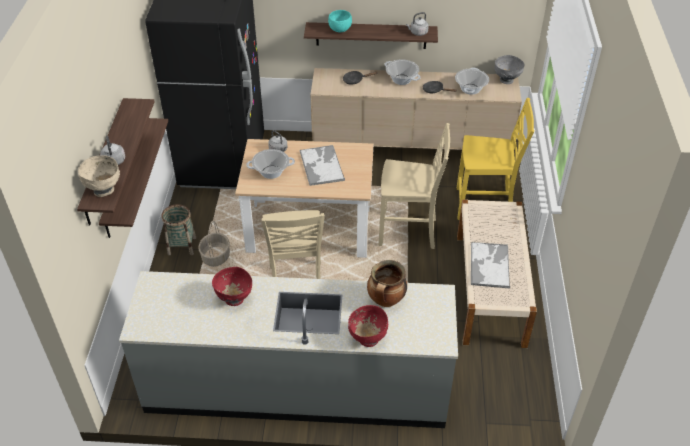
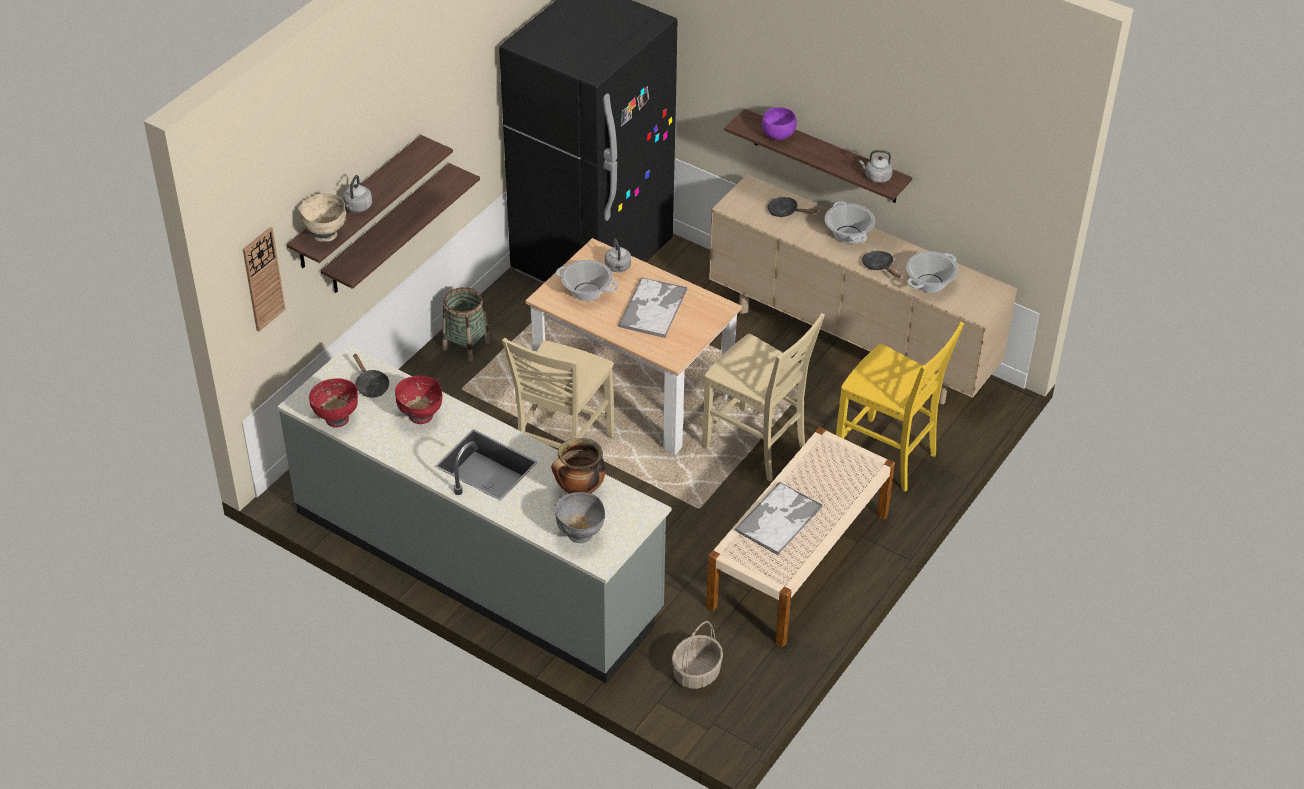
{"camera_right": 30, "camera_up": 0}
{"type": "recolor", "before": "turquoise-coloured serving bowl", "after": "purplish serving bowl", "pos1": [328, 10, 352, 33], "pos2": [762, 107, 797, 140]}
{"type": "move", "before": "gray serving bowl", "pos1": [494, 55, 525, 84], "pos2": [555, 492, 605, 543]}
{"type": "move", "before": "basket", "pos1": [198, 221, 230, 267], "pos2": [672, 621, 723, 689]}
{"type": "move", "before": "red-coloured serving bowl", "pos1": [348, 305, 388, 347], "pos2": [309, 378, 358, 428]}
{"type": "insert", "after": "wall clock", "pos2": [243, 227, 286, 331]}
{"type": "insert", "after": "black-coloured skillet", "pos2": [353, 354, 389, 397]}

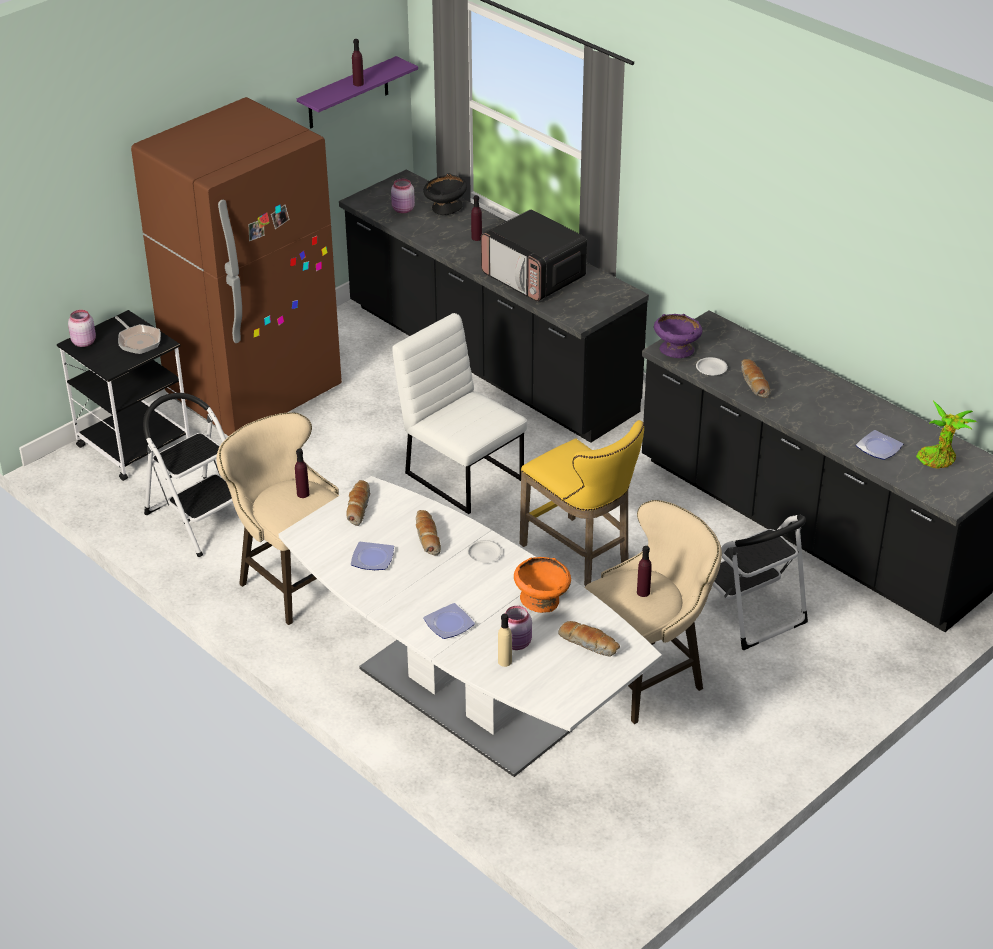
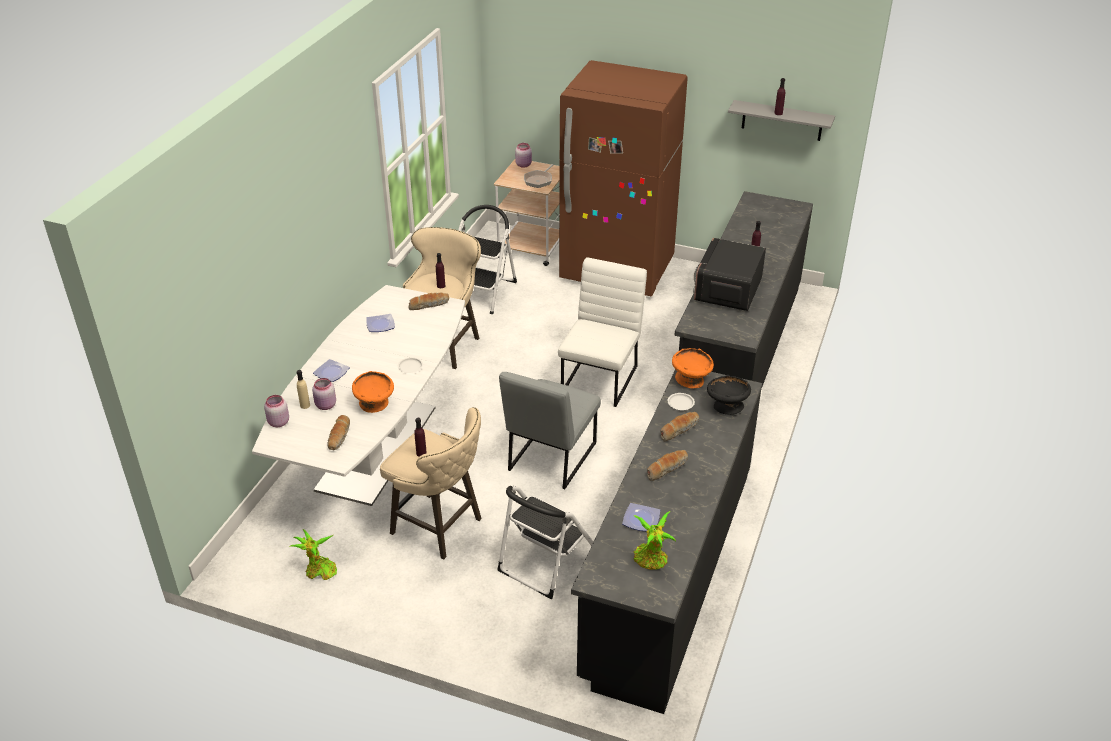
{"camera_right": 65, "camera_up": 0}
{"type": "recolor", "before": "purplish wall shelf", "after": "gray wall shelf", "pos1": [297, 56, 418, 128], "pos2": [728, 100, 835, 141]}
{"type": "move", "before": "black-coloured serving bowl", "pos1": [424, 173, 467, 215], "pos2": [707, 375, 751, 415]}
{"type": "move", "before": "pinkish storage jar", "pos1": [391, 179, 415, 213], "pos2": [264, 395, 289, 427]}
{"type": "recolor", "before": "black-coloured trolley", "after": "sand-coloured trolley", "pos1": [57, 310, 190, 481], "pos2": [494, 159, 560, 266]}
{"type": "recolor", "before": "purplish serving bowl", "after": "orange-coloured serving bowl", "pos1": [654, 314, 703, 358], "pos2": [672, 348, 714, 388]}
{"type": "replace", "before": "yellow-coloured stool seat", "after": "gray upright chair", "pos1": [520, 420, 644, 586], "pos2": [499, 372, 601, 489]}
{"type": "move", "before": "bakery bread", "pos1": [416, 510, 441, 556], "pos2": [647, 450, 688, 481]}
{"type": "insert", "after": "potted plant", "pos2": [289, 529, 337, 580]}

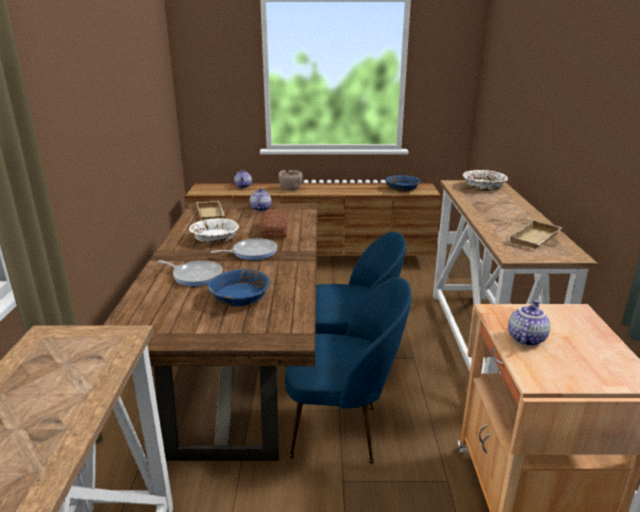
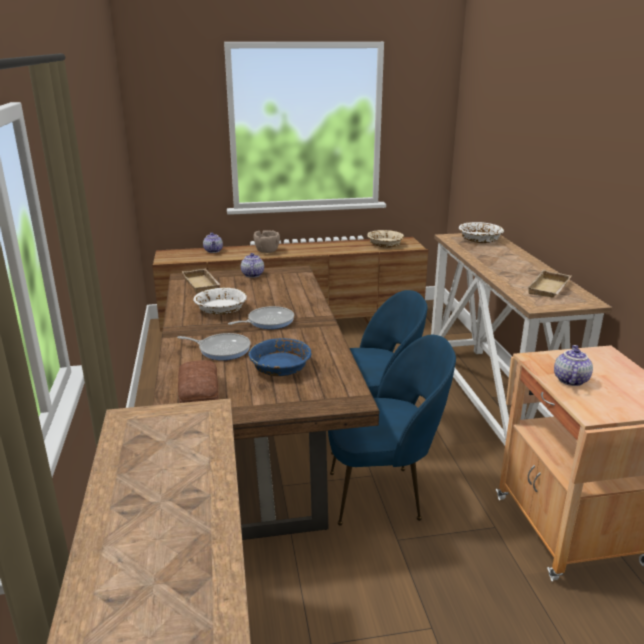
{"camera_right": -10, "camera_up": 0}
{"type": "recolor", "before": "bluish serving bowl", "after": "sand-coloured serving bowl", "pos1": [385, 175, 420, 192], "pos2": [367, 230, 404, 248]}
{"type": "move", "before": "bakery bread", "pos1": [260, 210, 289, 238], "pos2": [178, 360, 219, 403]}

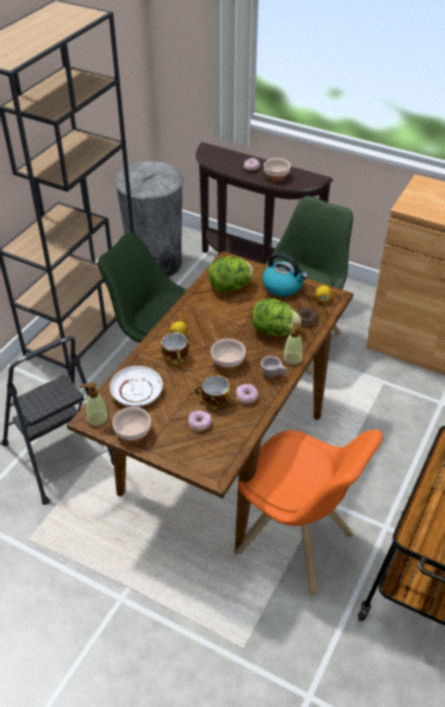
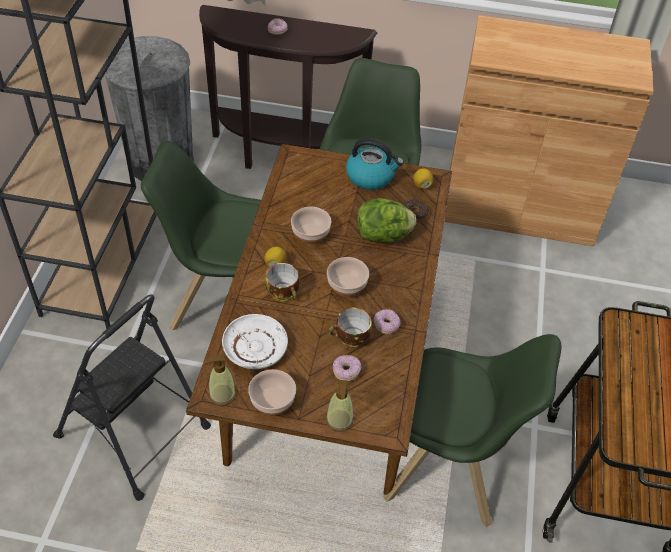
{"camera_right": -20, "camera_up": 5}
{"type": "move", "before": "serving bowl", "pos1": [264, 158, 291, 181], "pos2": [291, 207, 331, 244]}
{"type": "delete", "before": "lettuce head", "pos1": [208, 257, 254, 292]}
{"type": "move", "before": "soap bottle", "pos1": [283, 322, 303, 366], "pos2": [326, 380, 354, 432]}
{"type": "delete", "before": "sand-coloured small cup", "pos1": [261, 356, 287, 378]}
{"type": "recolor", "before": "orange-coloured upright chair", "after": "green-coloured upright chair", "pos1": [234, 429, 383, 596], "pos2": [383, 334, 561, 527]}

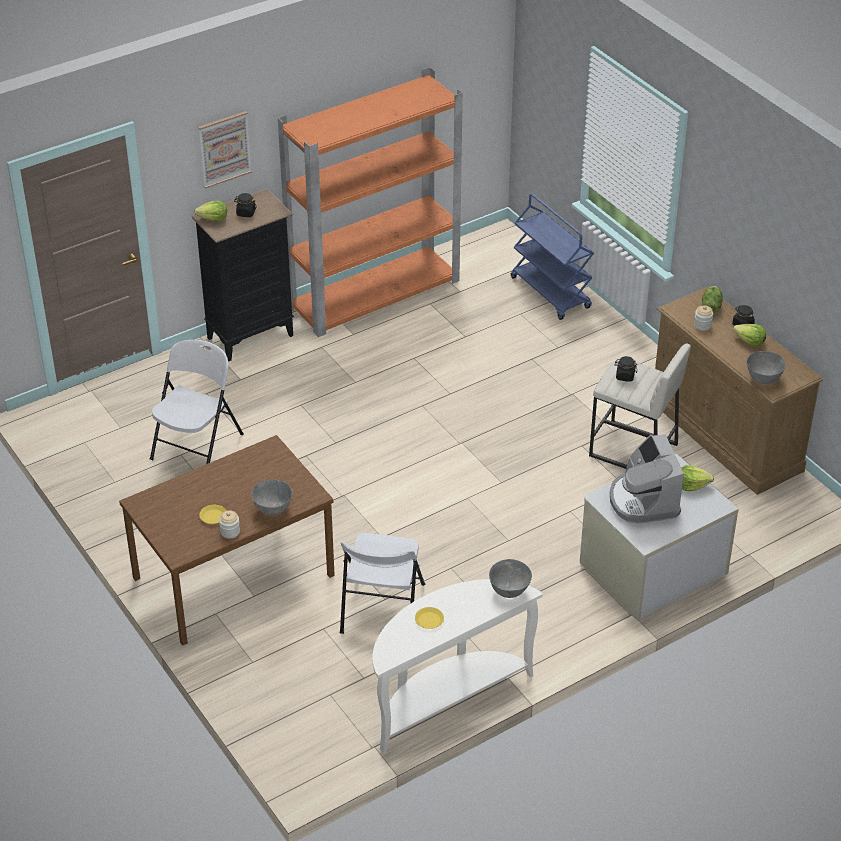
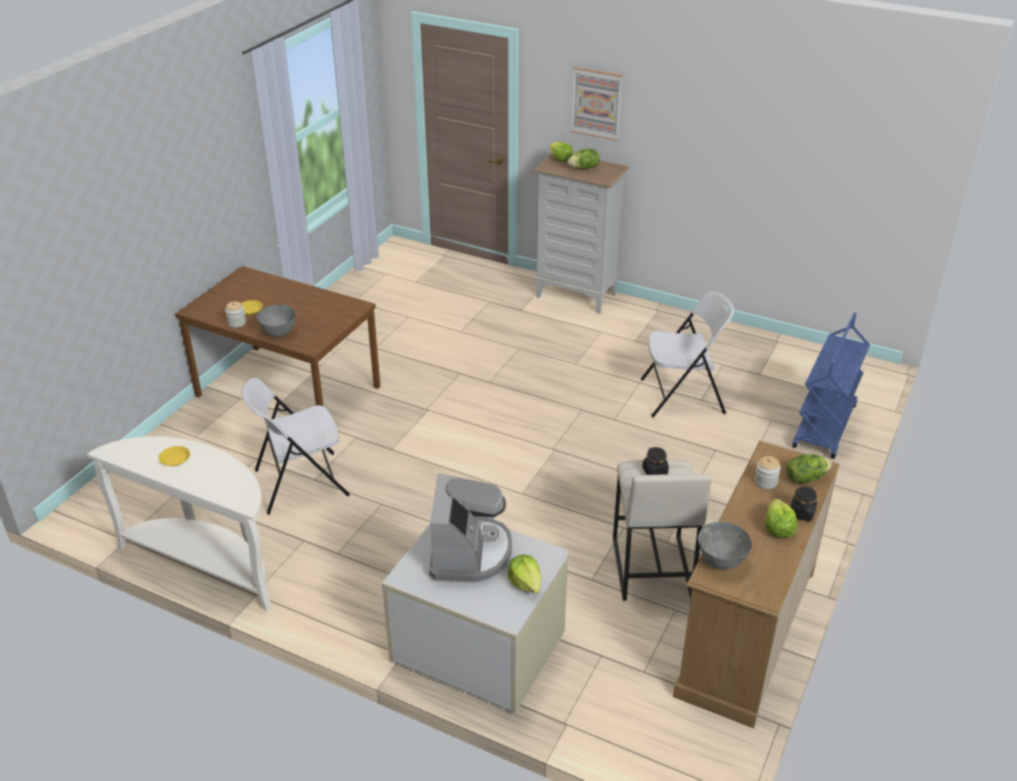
{"camera_right": 60, "camera_up": -5}
{"type": "delete", "before": "orange-coloured shelving unit", "pos1": [278, 67, 463, 337]}
{"type": "recolor", "before": "black-coloured drawer chest", "after": "whitish drawer chest", "pos1": [192, 189, 295, 362], "pos2": [533, 154, 629, 314]}
{"type": "replace", "before": "black-coloured storage jar", "after": "lettuce head", "pos1": [234, 193, 257, 217], "pos2": [568, 149, 600, 169]}
{"type": "move", "before": "whitish upright chair", "pos1": [150, 340, 244, 464], "pos2": [641, 291, 734, 418]}
{"type": "rotate", "before": "coffee brewer", "pos1": [610, 434, 684, 524], "pos2": [429, 473, 512, 583], "turn": 135}
{"type": "delete", "before": "gray serving bowl", "pos1": [489, 559, 532, 598]}

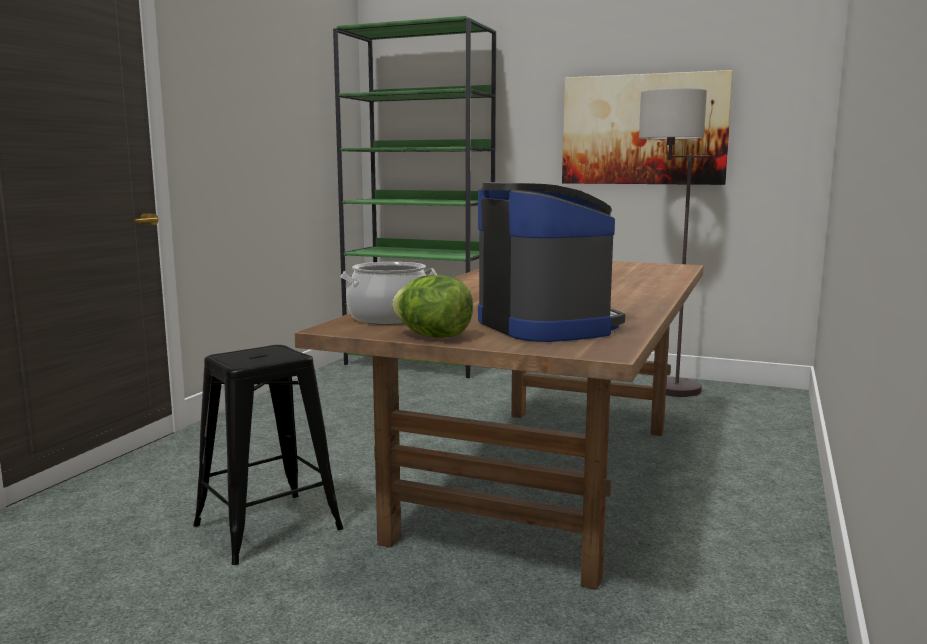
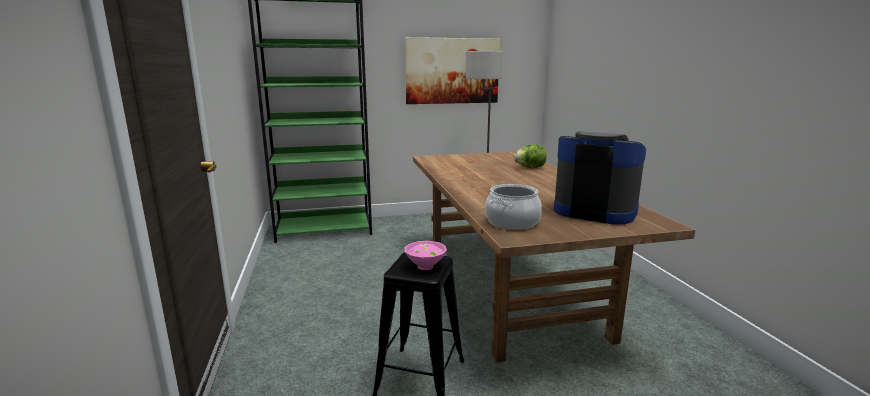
{"camera_right": -35, "camera_up": 5}
{"type": "move", "before": "lettuce head", "pos1": [392, 275, 473, 338], "pos2": [514, 144, 547, 168]}
{"type": "insert", "after": "pinkish serving bowl", "pos2": [404, 241, 447, 270]}

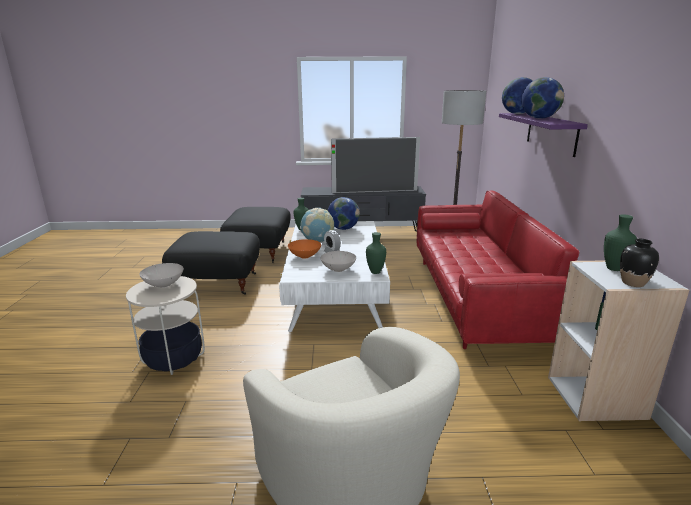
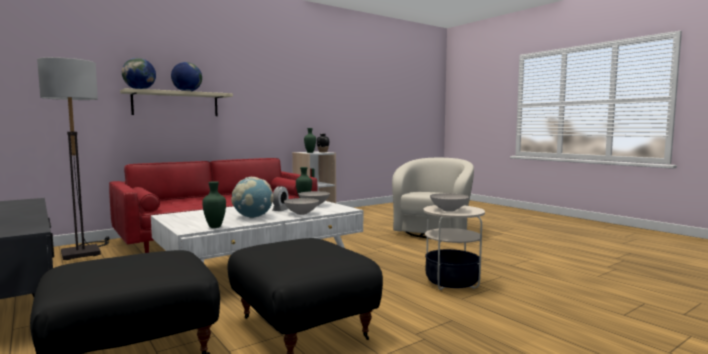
{"camera_right": -125, "camera_up": -15}
{"type": "recolor", "before": "purplish wall shelf", "after": "sand-coloured wall shelf", "pos1": [499, 113, 588, 157], "pos2": [120, 88, 233, 116]}
{"type": "delete", "before": "TV set", "pos1": [331, 137, 420, 193]}
{"type": "delete", "before": "globe", "pos1": [328, 197, 360, 230]}
{"type": "recolor", "before": "orange-coloured serving bowl", "after": "whitish serving bowl", "pos1": [288, 239, 321, 259], "pos2": [284, 198, 319, 215]}

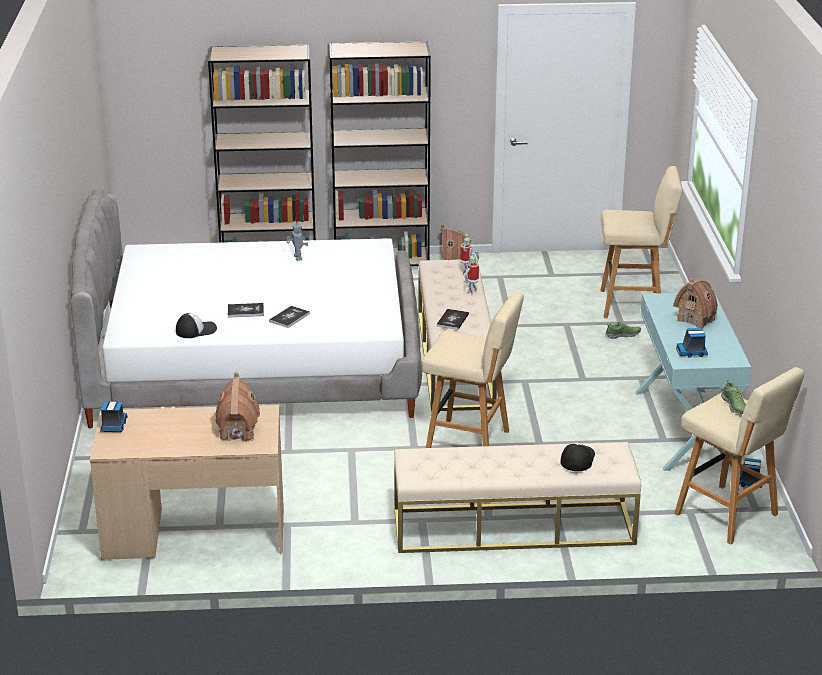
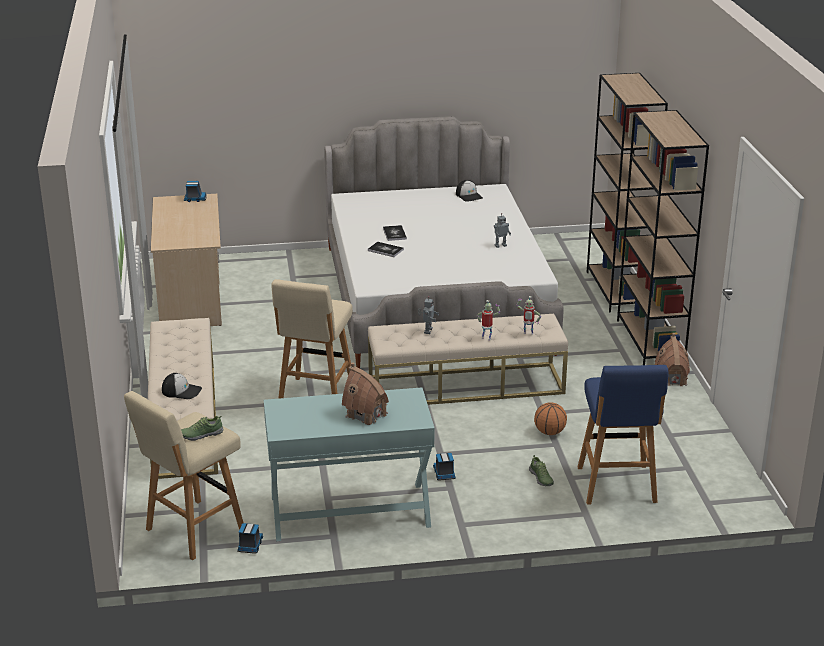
{"camera_right": 85, "camera_up": 0}
{"type": "recolor", "before": "sand-coloured stool seat", "after": "bluish stool seat", "pos1": [601, 166, 683, 318], "pos2": [578, 365, 669, 505]}
{"type": "replace", "before": "bound book", "after": "model robot", "pos1": [437, 309, 469, 330], "pos2": [418, 296, 439, 334]}
{"type": "move", "before": "baseball cap", "pos1": [176, 313, 217, 338], "pos2": [456, 180, 483, 201]}
{"type": "move", "before": "toy truck", "pos1": [676, 328, 708, 358], "pos2": [433, 453, 456, 480]}
{"type": "delete", "before": "toy house", "pos1": [215, 372, 260, 442]}
{"type": "insert", "after": "ball for basketball", "pos2": [534, 402, 567, 435]}

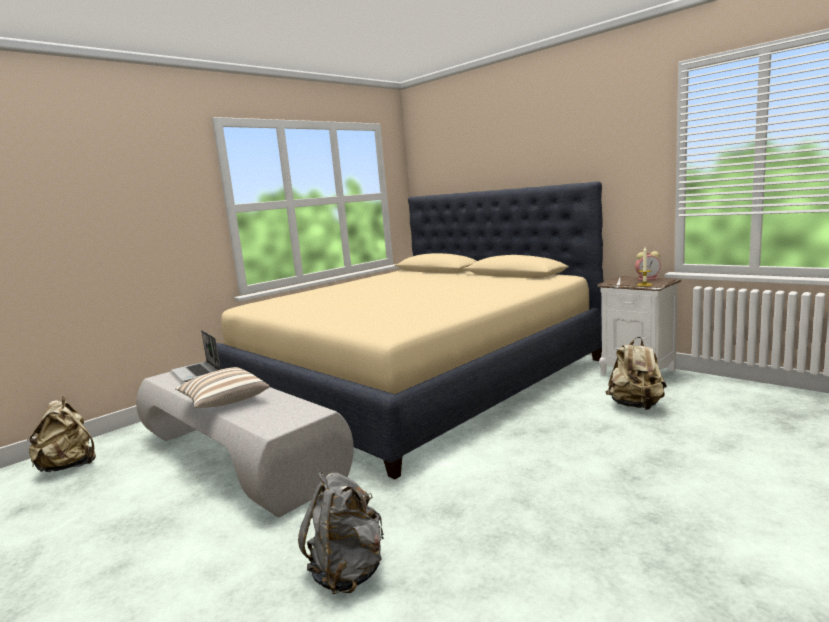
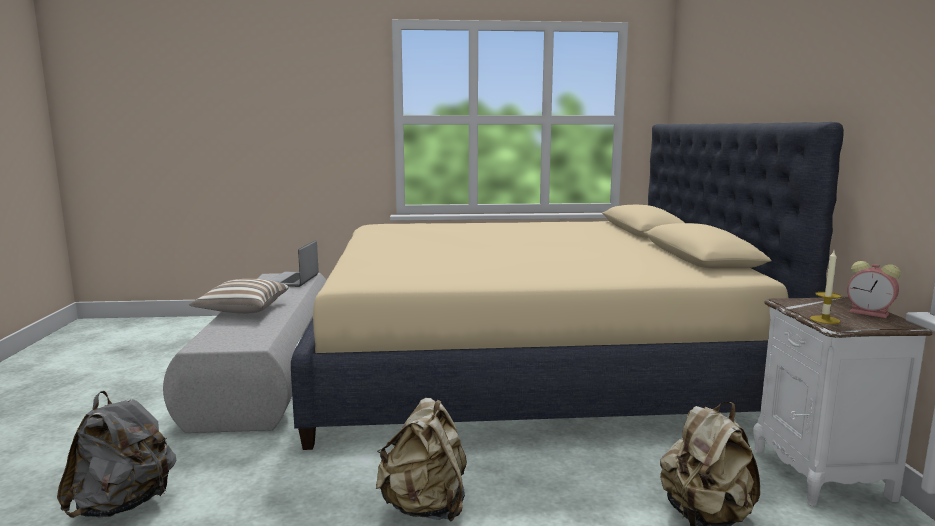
{"camera_right": 40, "camera_up": 0}
{"type": "move", "before": "sand-coloured knapsack", "pos1": [27, 397, 96, 472], "pos2": [376, 398, 467, 521]}

